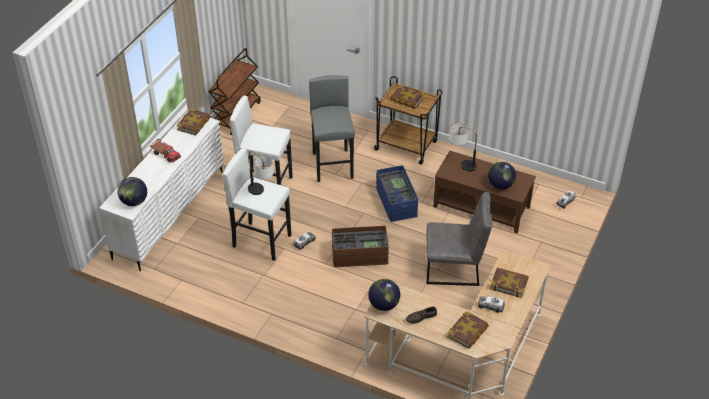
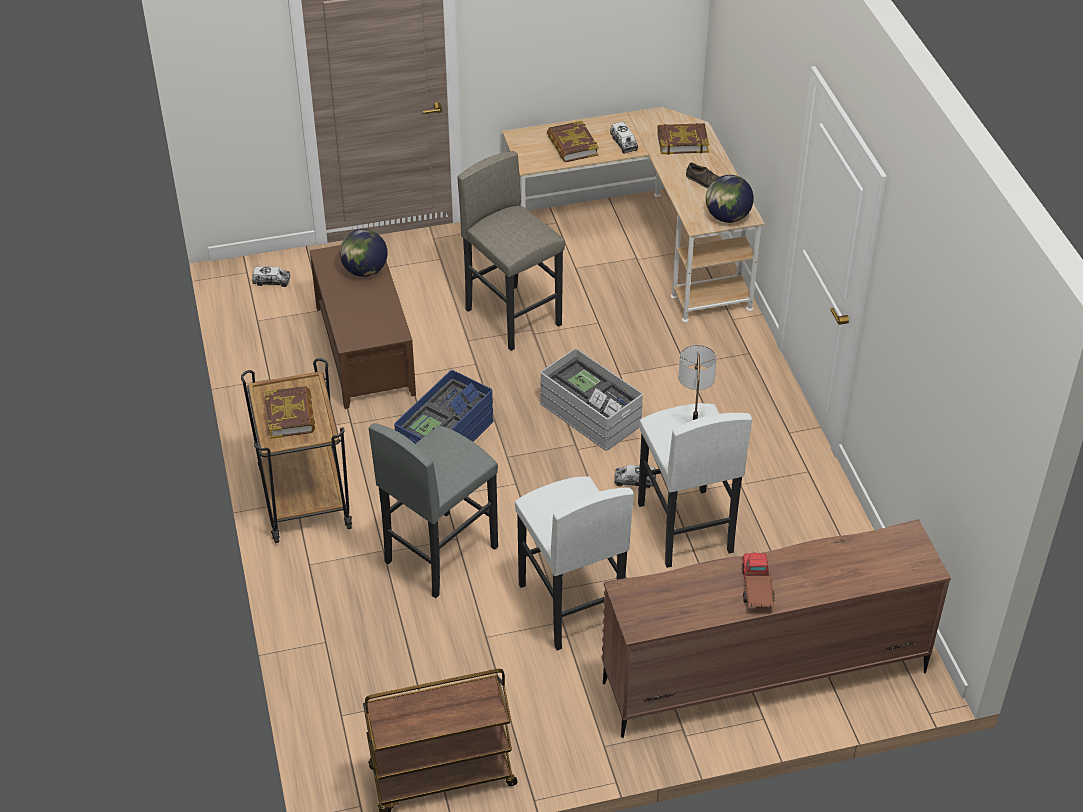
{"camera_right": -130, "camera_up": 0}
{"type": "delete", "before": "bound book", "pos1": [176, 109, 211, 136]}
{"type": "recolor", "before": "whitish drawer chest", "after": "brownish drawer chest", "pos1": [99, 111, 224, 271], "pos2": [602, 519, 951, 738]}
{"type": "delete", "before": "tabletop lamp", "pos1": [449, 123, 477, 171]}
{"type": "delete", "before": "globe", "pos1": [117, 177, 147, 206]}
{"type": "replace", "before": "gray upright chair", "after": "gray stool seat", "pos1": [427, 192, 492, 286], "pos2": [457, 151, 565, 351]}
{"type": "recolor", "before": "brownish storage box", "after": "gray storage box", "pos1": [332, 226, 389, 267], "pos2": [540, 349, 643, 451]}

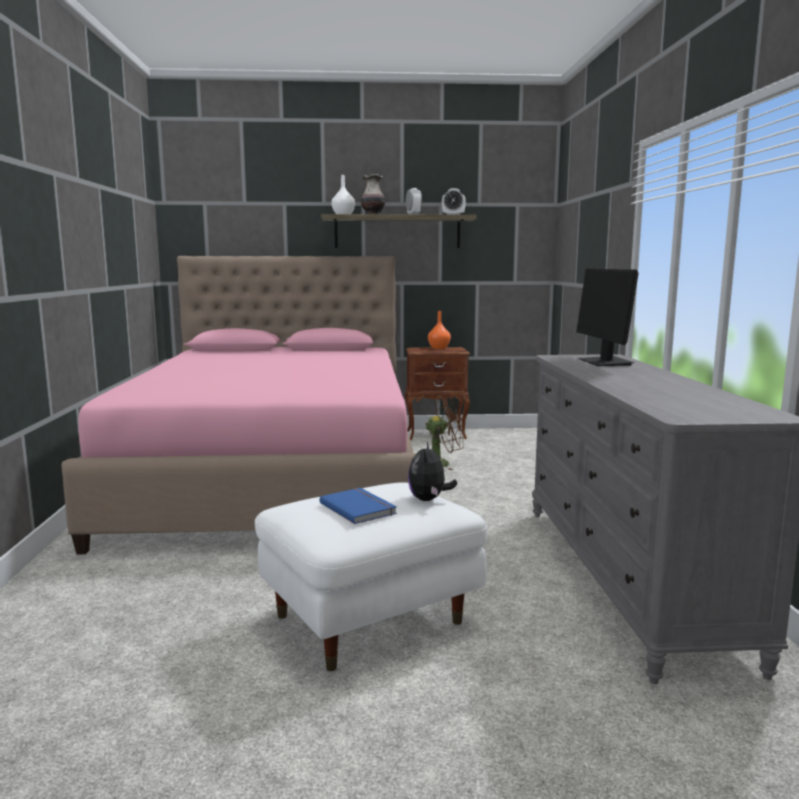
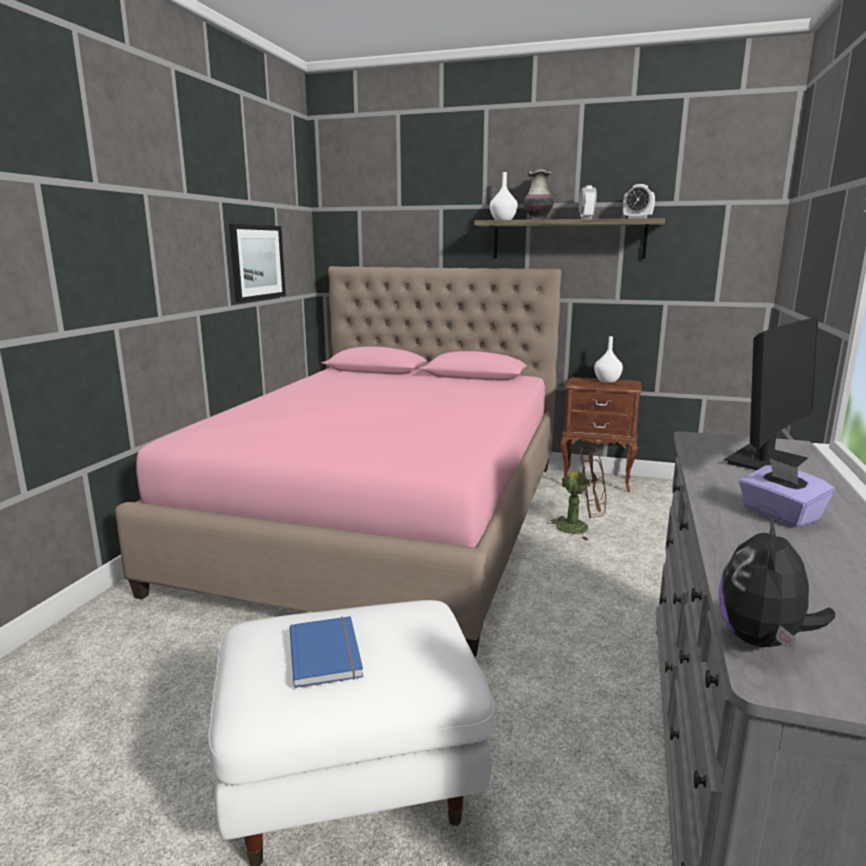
{"camera_right": 20, "camera_up": 5}
{"type": "rotate", "before": "monitor", "pos1": [576, 269, 639, 366], "pos2": [724, 317, 819, 470], "turn": -150}
{"type": "recolor", "before": "orange-coloured decorative vase", "after": "whitish decorative vase", "pos1": [428, 311, 451, 349], "pos2": [594, 336, 623, 383]}
{"type": "move", "before": "soft toy", "pos1": [408, 442, 457, 501], "pos2": [718, 514, 835, 652]}
{"type": "insert", "after": "wall picture", "pos2": [229, 224, 286, 303]}
{"type": "insert", "after": "purplish tissue holder", "pos2": [739, 458, 835, 528]}

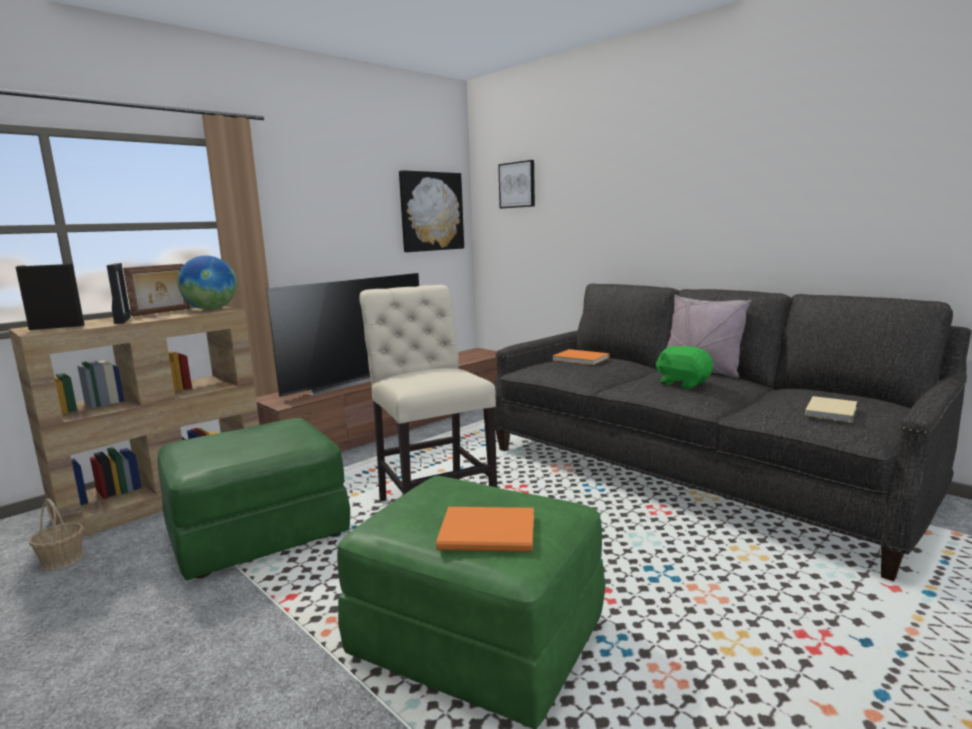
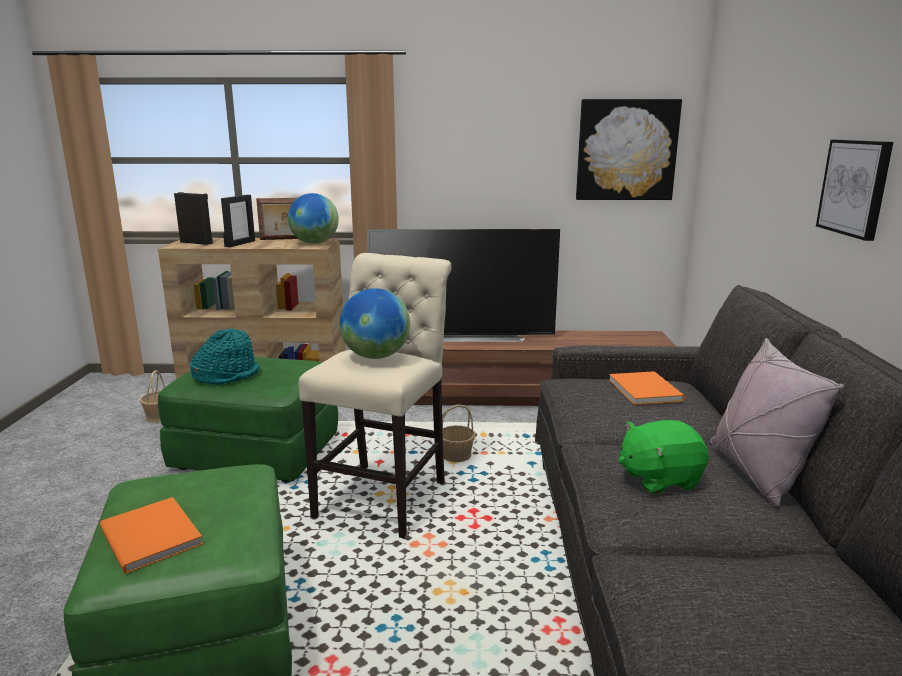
{"camera_right": 45, "camera_up": 5}
{"type": "move", "before": "wall picture", "pos1": [498, 160, 535, 208], "pos2": [816, 140, 893, 241]}
{"type": "rotate", "before": "green-coloured soft toy", "pos1": [656, 346, 713, 389], "pos2": [618, 420, 709, 494], "turn": -105}
{"type": "delete", "before": "sand-coloured bound book", "pos1": [805, 396, 857, 422]}
{"type": "insert", "after": "globe", "pos2": [339, 288, 410, 359]}
{"type": "insert", "after": "turquoise-coloured wearable hat", "pos2": [190, 328, 260, 385]}
{"type": "insert", "after": "basket", "pos2": [442, 405, 476, 462]}

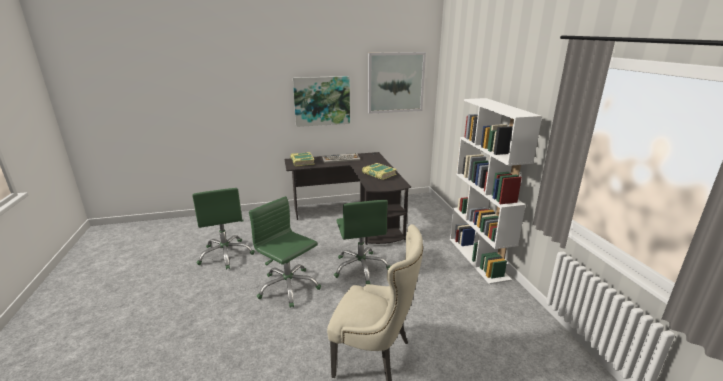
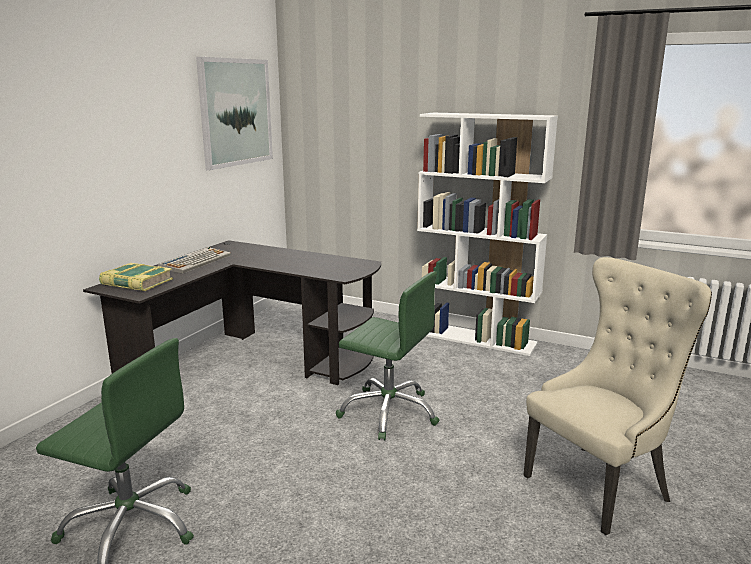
{"camera_right": -50, "camera_up": -5}
{"type": "delete", "before": "wall picture", "pos1": [293, 76, 350, 127]}
{"type": "delete", "before": "bound book", "pos1": [362, 163, 397, 180]}
{"type": "delete", "before": "green-coloured desk chair", "pos1": [249, 196, 321, 308]}

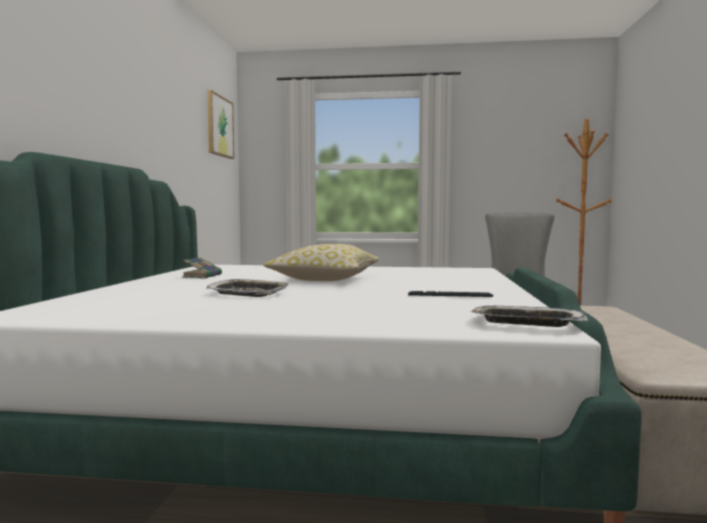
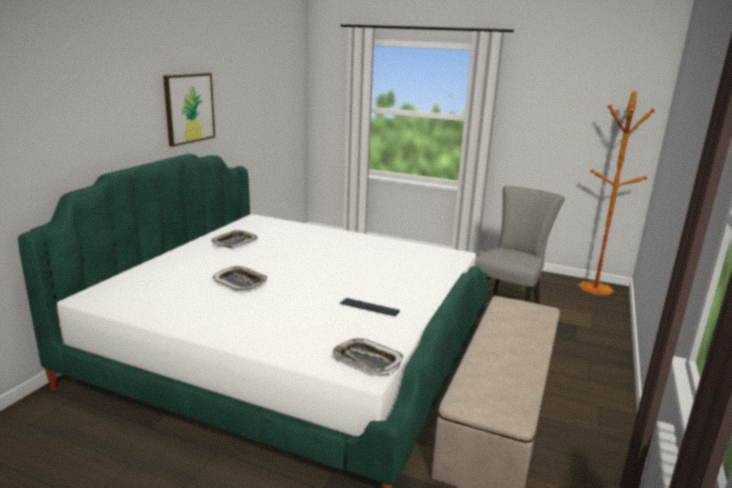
{"camera_right": 15, "camera_up": 15}
{"type": "move", "before": "wall picture", "pos1": [207, 90, 234, 159], "pos2": [163, 73, 215, 147]}
{"type": "delete", "before": "cushion", "pos1": [263, 244, 379, 281]}
{"type": "replace", "before": "bound book", "after": "tray", "pos1": [182, 257, 222, 278], "pos2": [211, 230, 258, 248]}

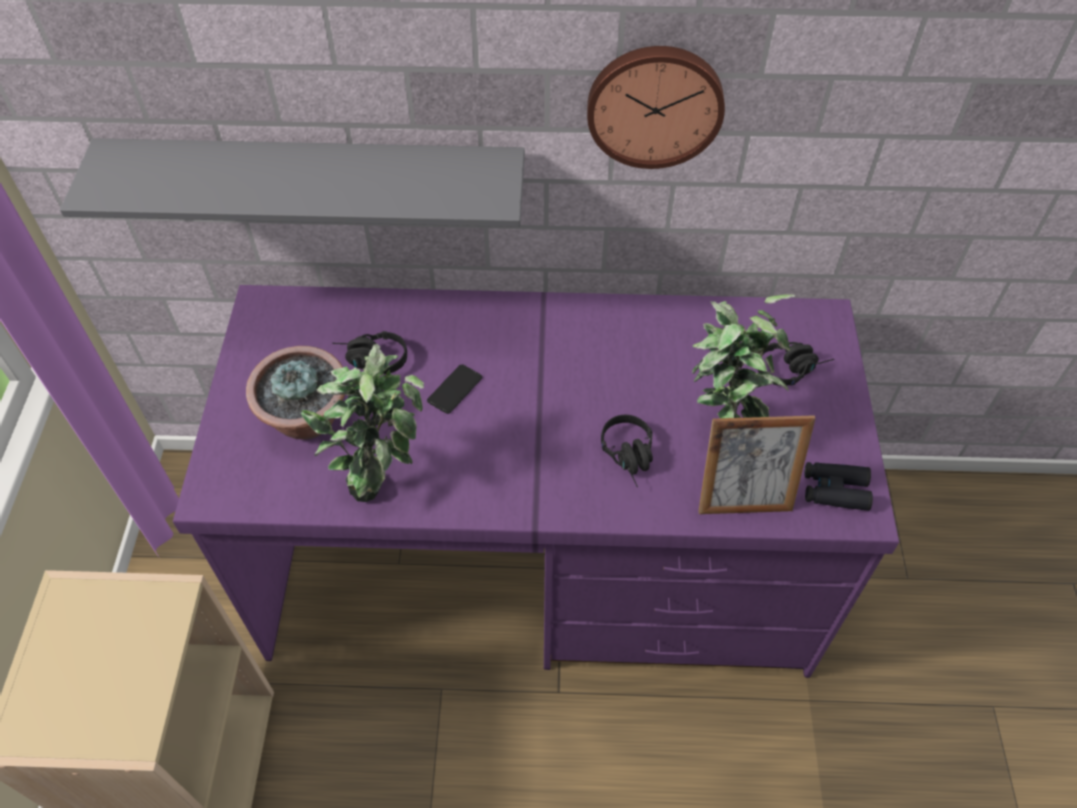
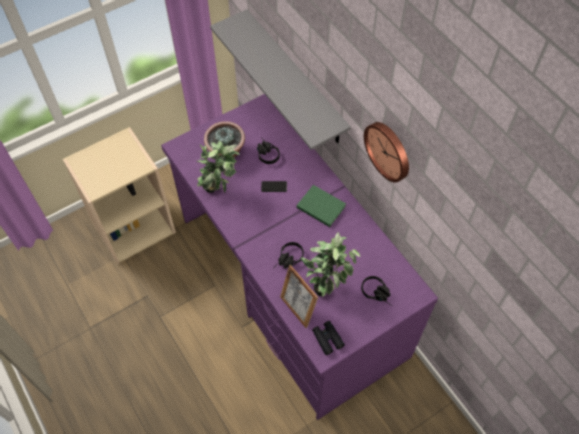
{"camera_right": 55, "camera_up": 5}
{"type": "insert", "after": "green-coloured bound book", "pos2": [297, 185, 346, 227]}

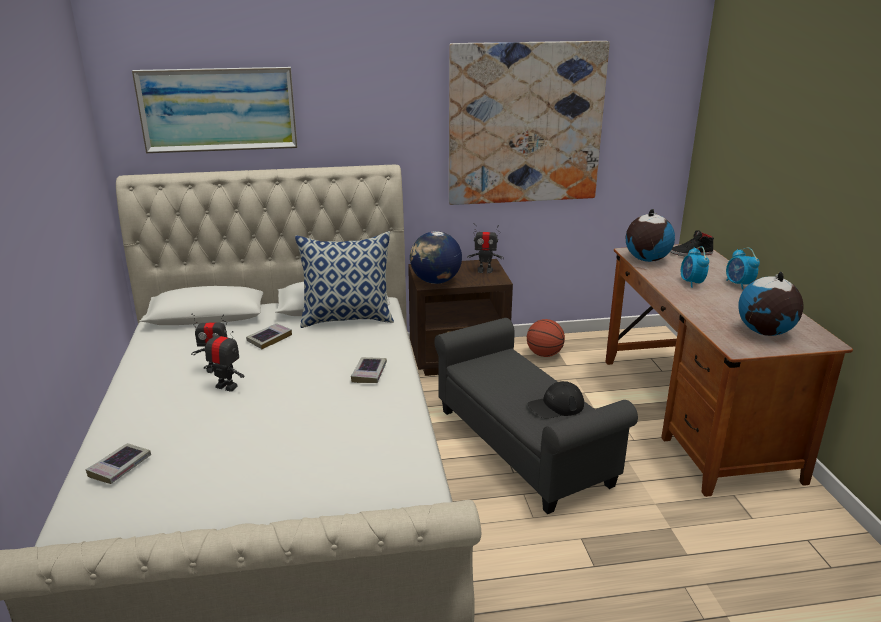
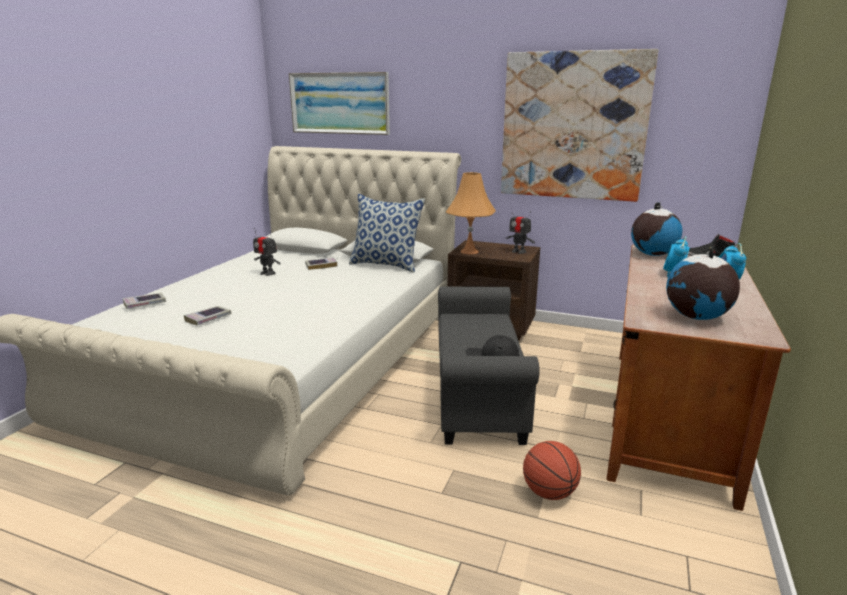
{"camera_right": 30, "camera_up": -5}
{"type": "replace", "before": "globe", "after": "orange-coloured tabletop lamp", "pos1": [410, 231, 462, 284], "pos2": [446, 172, 496, 254]}
{"type": "move", "before": "ball for basketball", "pos1": [527, 319, 565, 357], "pos2": [523, 441, 581, 500]}
{"type": "delete", "before": "model robot", "pos1": [204, 327, 244, 392]}
{"type": "move", "before": "bound book", "pos1": [351, 357, 387, 383], "pos2": [184, 306, 232, 325]}

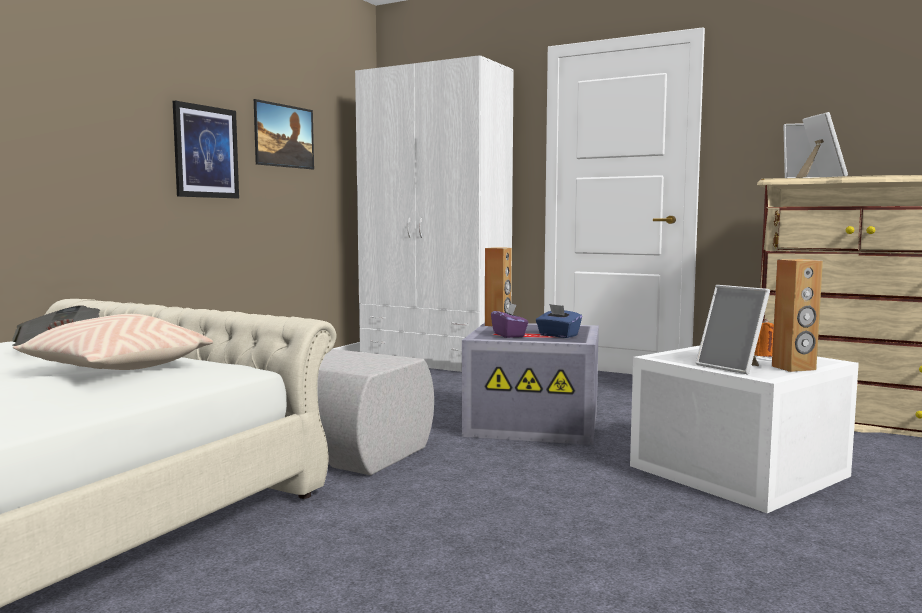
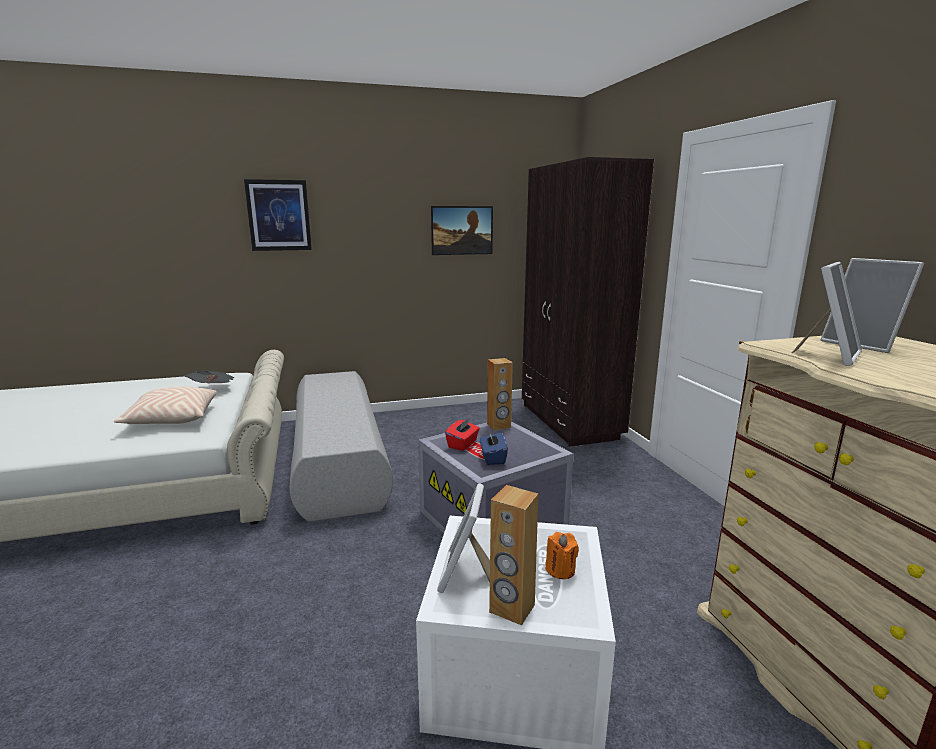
{"camera_right": 45, "camera_up": 10}
{"type": "recolor", "before": "whitish wardrobe", "after": "brownish wardrobe", "pos1": [355, 55, 514, 372], "pos2": [522, 157, 654, 447]}
{"type": "move", "before": "wall picture", "pos1": [173, 101, 239, 198], "pos2": [244, 179, 312, 251]}
{"type": "recolor", "before": "purplish tissue holder", "after": "red-coloured tissue holder", "pos1": [491, 304, 529, 338], "pos2": [445, 418, 480, 451]}

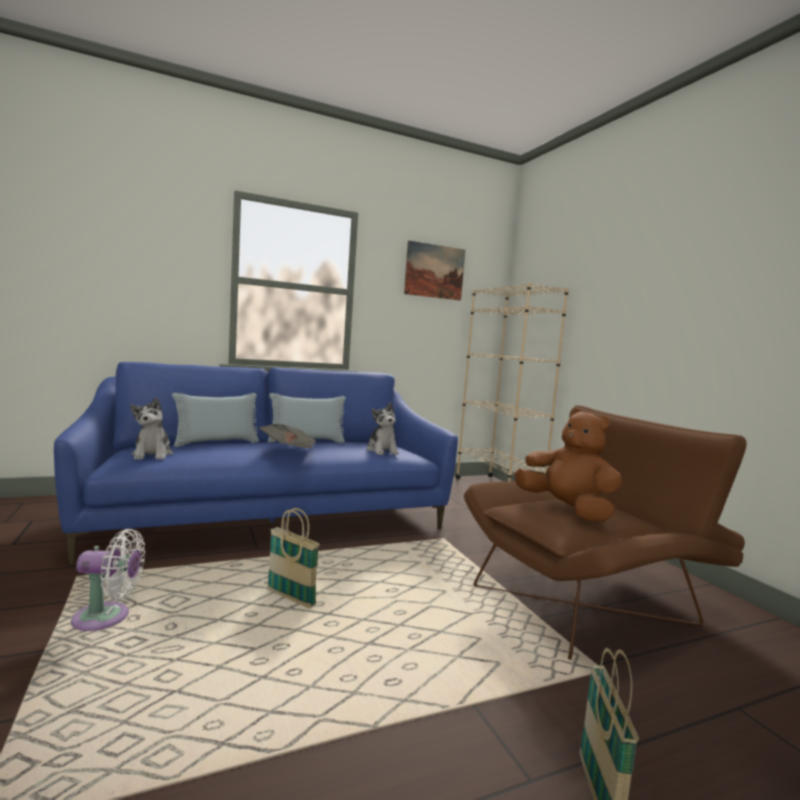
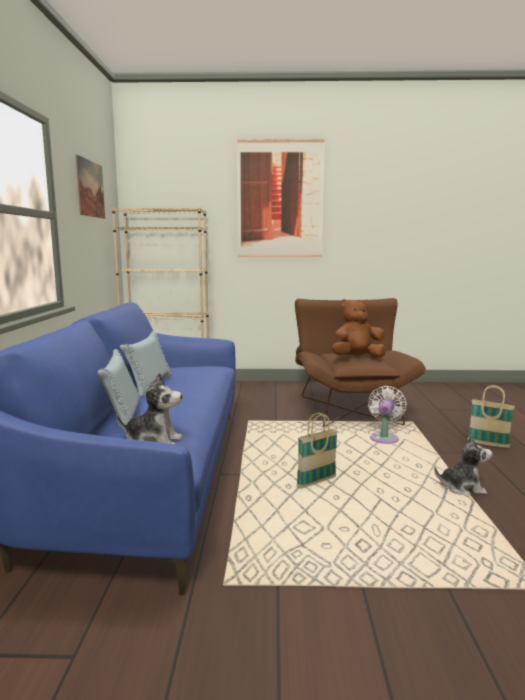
{"camera_right": -65, "camera_up": 5}
{"type": "move", "before": "soft toy", "pos1": [366, 402, 399, 455], "pos2": [434, 435, 492, 496]}
{"type": "delete", "before": "printed paper", "pos1": [259, 424, 316, 448]}
{"type": "move", "before": "whitish cooling fan", "pos1": [71, 529, 145, 631], "pos2": [368, 386, 407, 444]}
{"type": "insert", "after": "wall picture", "pos2": [237, 139, 324, 257]}

